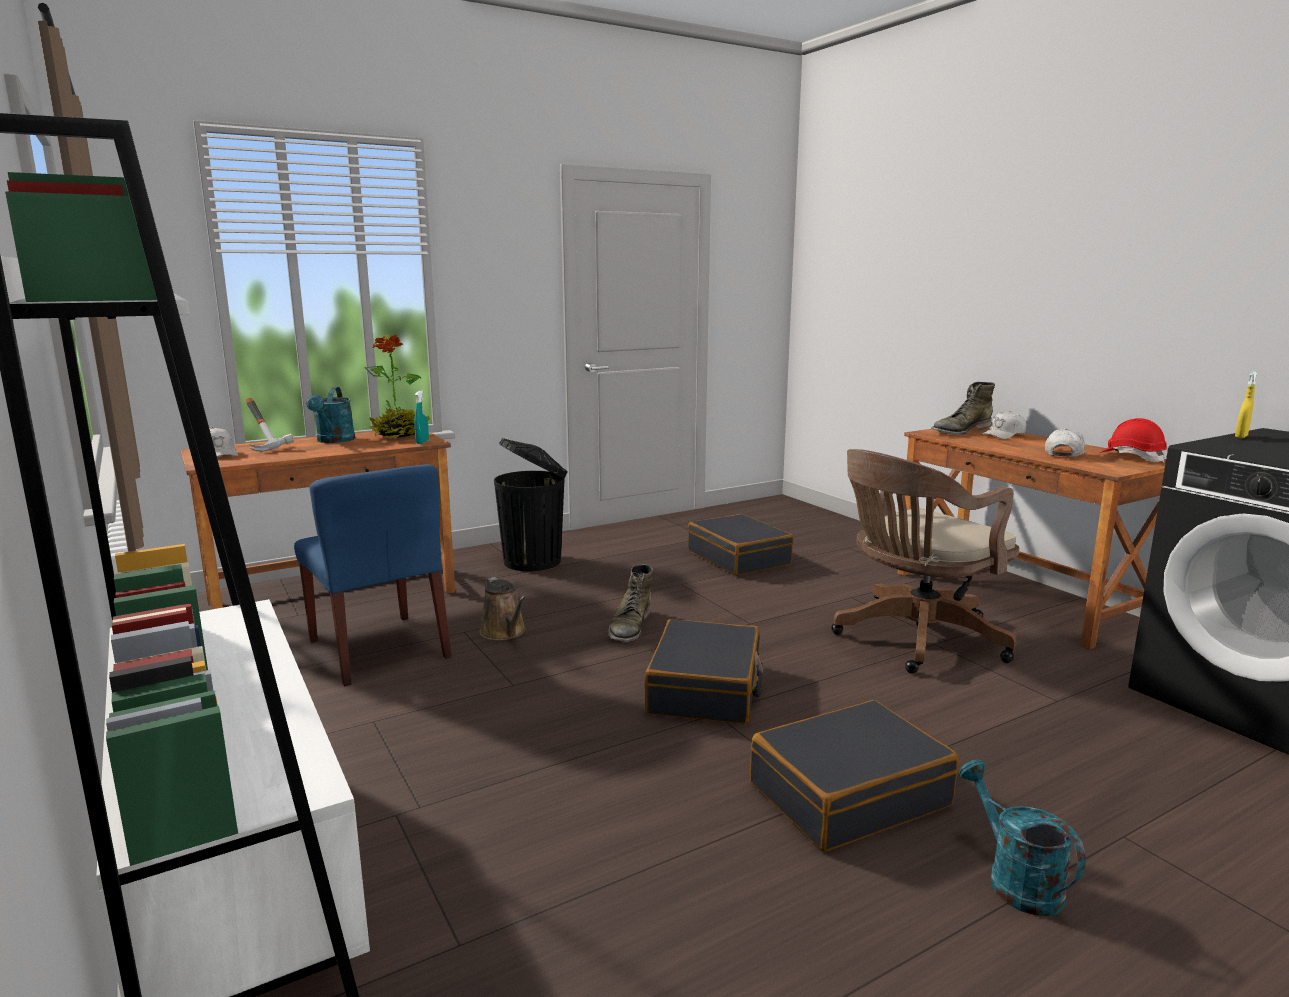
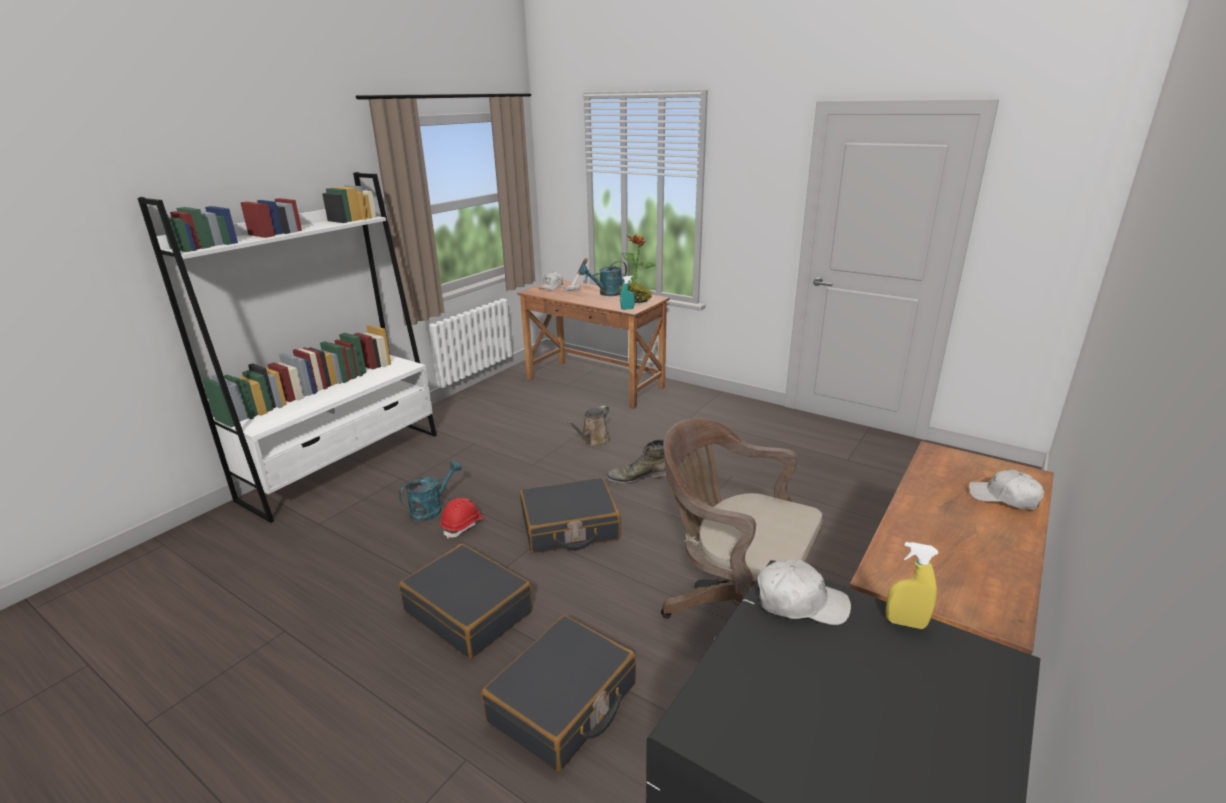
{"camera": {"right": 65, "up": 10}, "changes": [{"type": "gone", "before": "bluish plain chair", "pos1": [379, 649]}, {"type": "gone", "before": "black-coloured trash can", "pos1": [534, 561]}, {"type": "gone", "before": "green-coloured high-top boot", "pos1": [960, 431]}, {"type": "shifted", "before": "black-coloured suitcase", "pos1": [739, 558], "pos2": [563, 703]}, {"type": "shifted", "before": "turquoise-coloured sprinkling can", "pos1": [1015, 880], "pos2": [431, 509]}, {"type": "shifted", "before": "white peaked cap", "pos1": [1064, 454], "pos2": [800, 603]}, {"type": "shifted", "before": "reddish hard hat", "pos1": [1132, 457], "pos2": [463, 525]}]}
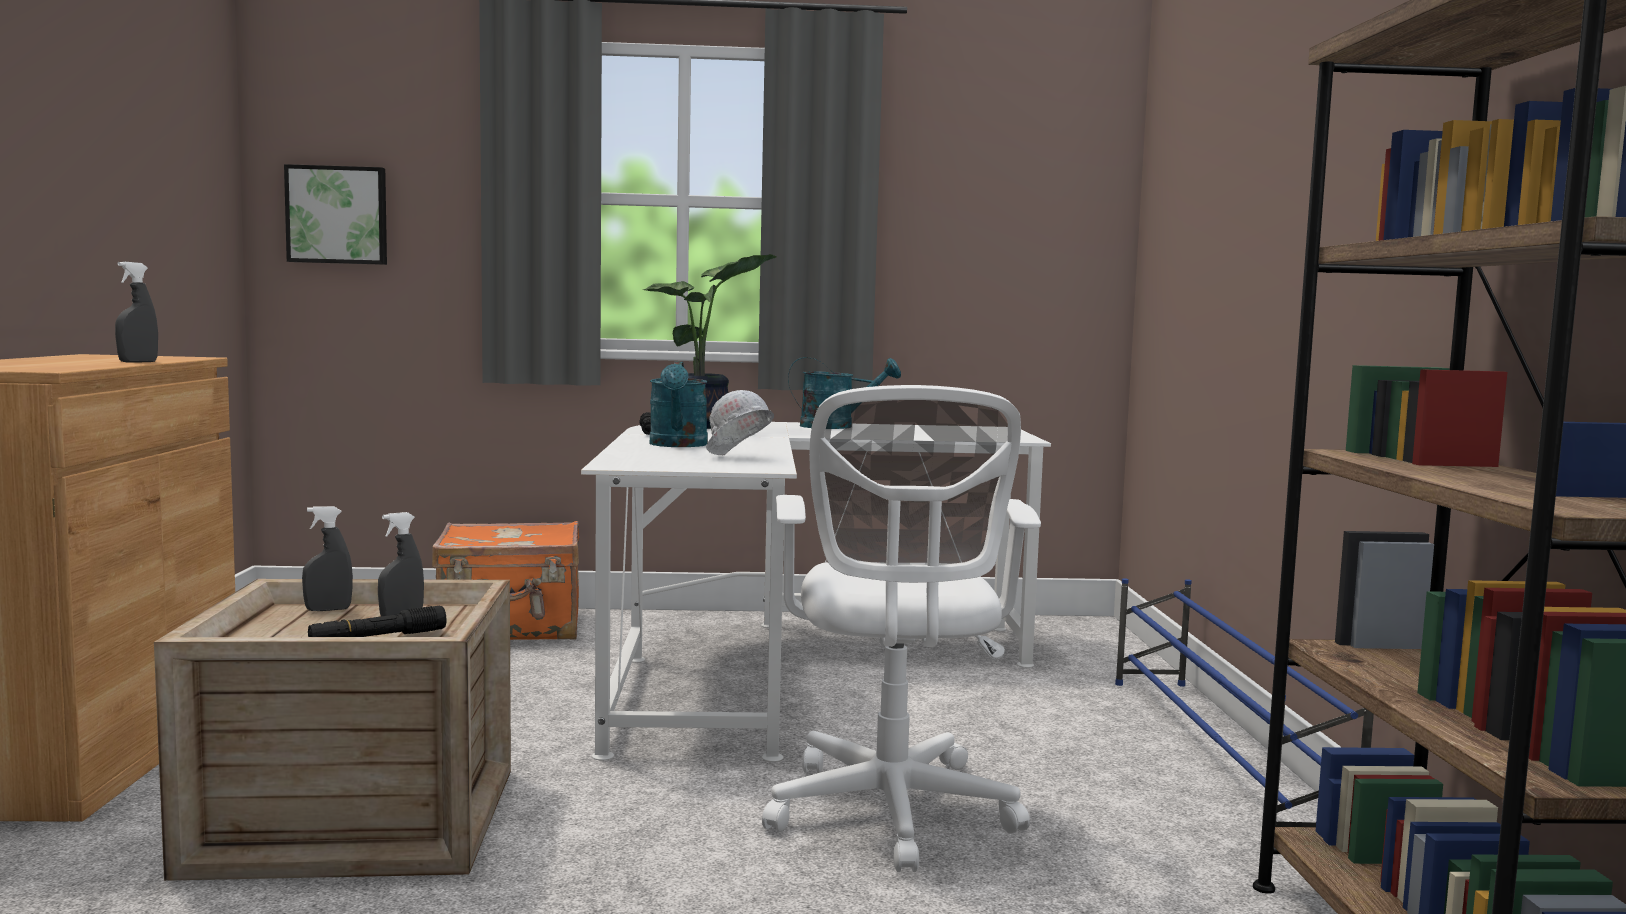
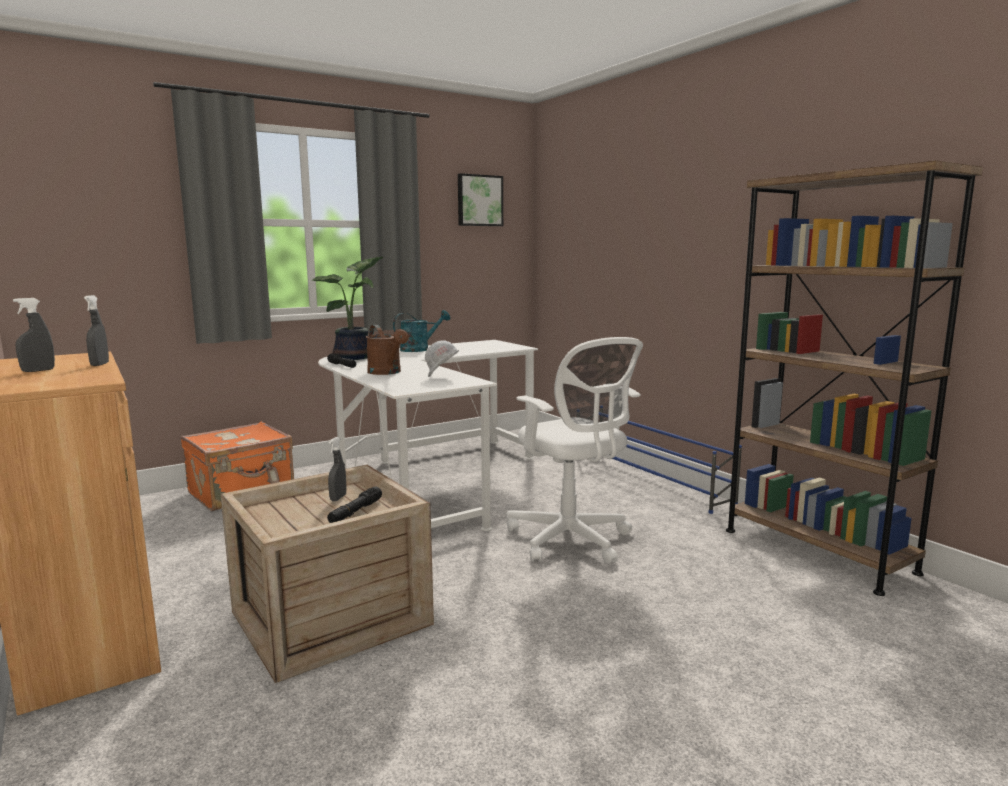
{"camera": {"right": -30, "up": 5}, "changes": [{"type": "shifted", "before": "wall picture", "pos1": [338, 215], "pos2": [479, 200]}, {"type": "shifted", "before": "greyish sprayer", "pos1": [328, 609], "pos2": [38, 370]}, {"type": "repainted", "before": "turquoise-coloured sprinkling can", "after": "brown sprinkling can", "pos1": [678, 445], "pos2": [387, 372]}]}
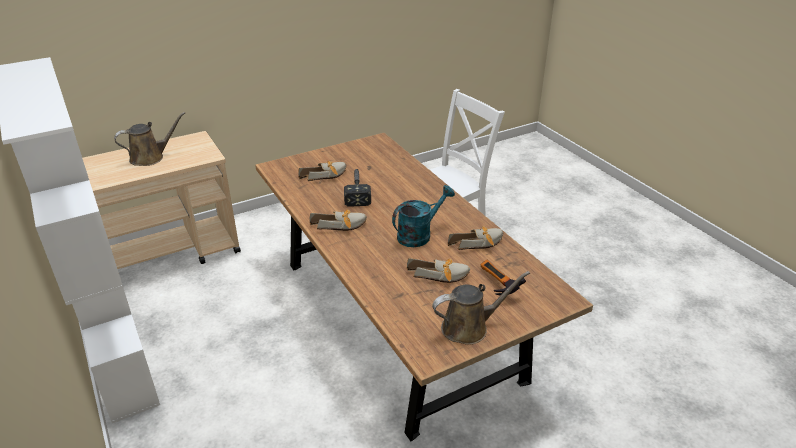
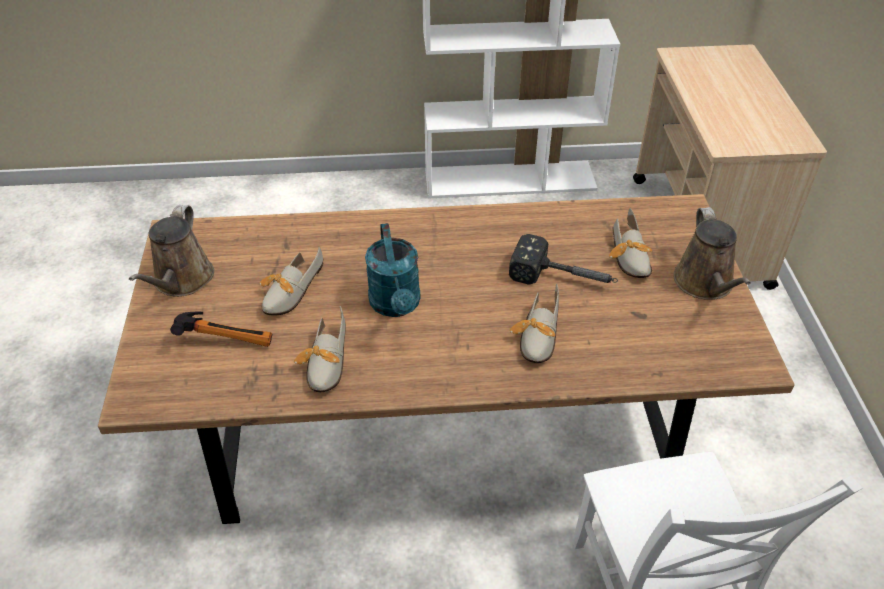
{"camera": {"right": 115, "up": 10}, "changes": [{"type": "shifted", "before": "brown sprinkling can", "pos1": [150, 157], "pos2": [705, 284]}, {"type": "shifted", "before": "low shoe", "pos1": [342, 226], "pos2": [538, 337]}]}
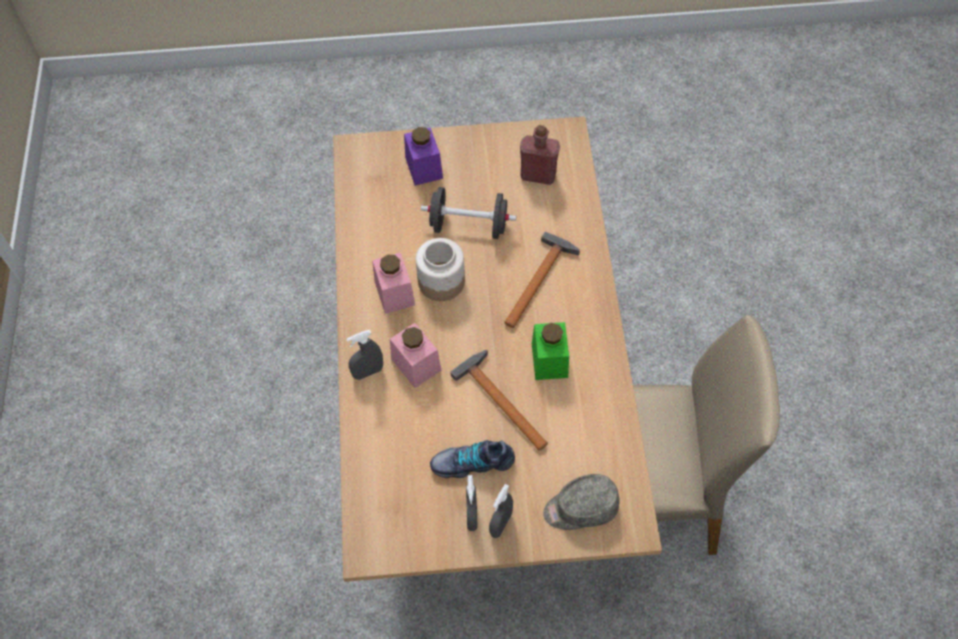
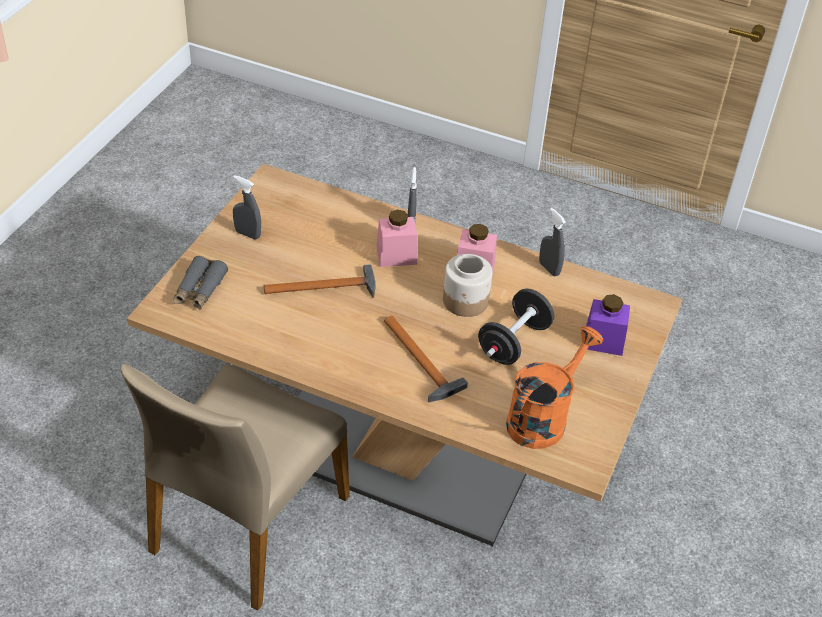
{"camera": {"right": 115, "up": -15}, "changes": [{"type": "gone", "before": "low shoe", "pos1": [472, 462]}, {"type": "gone", "before": "green-coloured jar", "pos1": [549, 360]}, {"type": "shifted", "before": "greyish sprayer", "pos1": [501, 524], "pos2": [549, 268]}, {"type": "swapped", "before": "reddish drink bottle", "after": "orangey sprinkling can", "pos1": [538, 175], "pos2": [543, 417]}, {"type": "swapped", "before": "greyish peaked cap", "after": "greyish field glasses", "pos1": [580, 508], "pos2": [199, 290]}]}
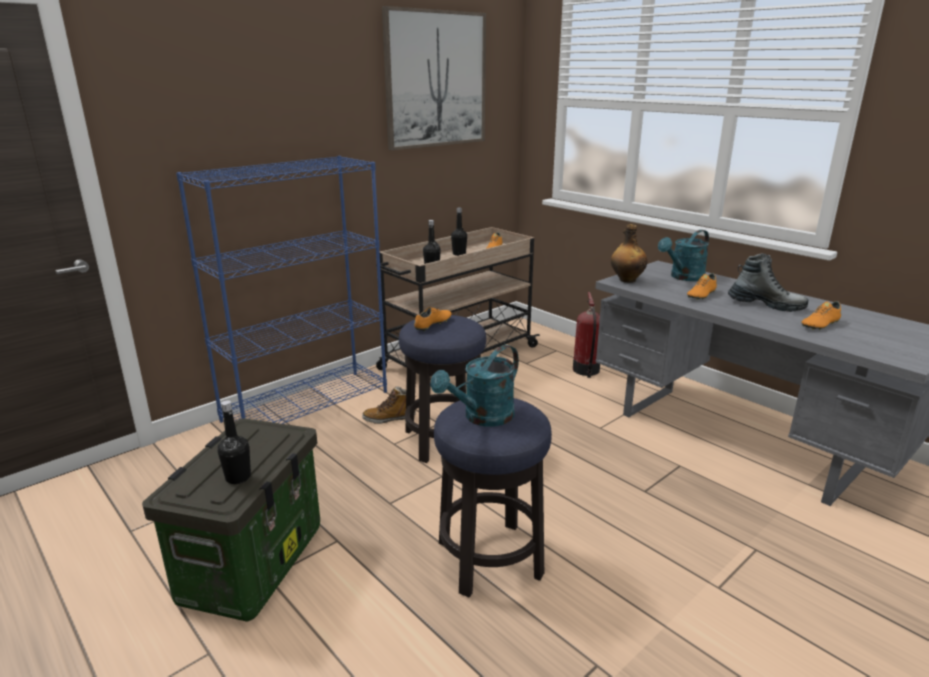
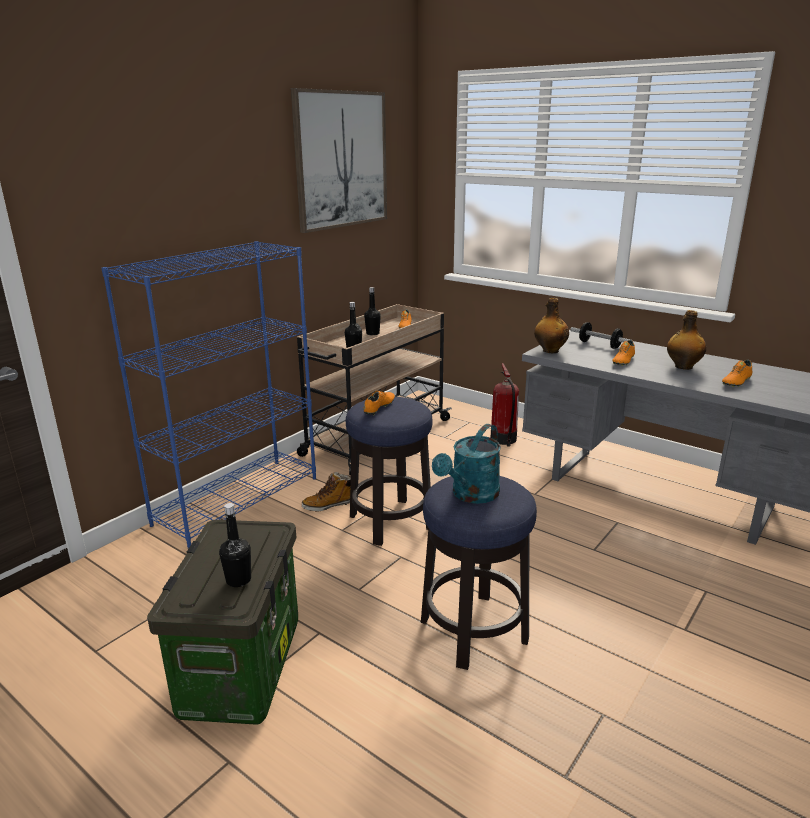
{"camera": {"right": -10, "up": 0}, "changes": [{"type": "swapped", "before": "turquoise-coloured sprinkling can", "after": "hand weight", "pos1": [683, 277], "pos2": [599, 345]}, {"type": "swapped", "before": "high-top boot", "after": "drink bottle", "pos1": [765, 305], "pos2": [683, 367]}]}
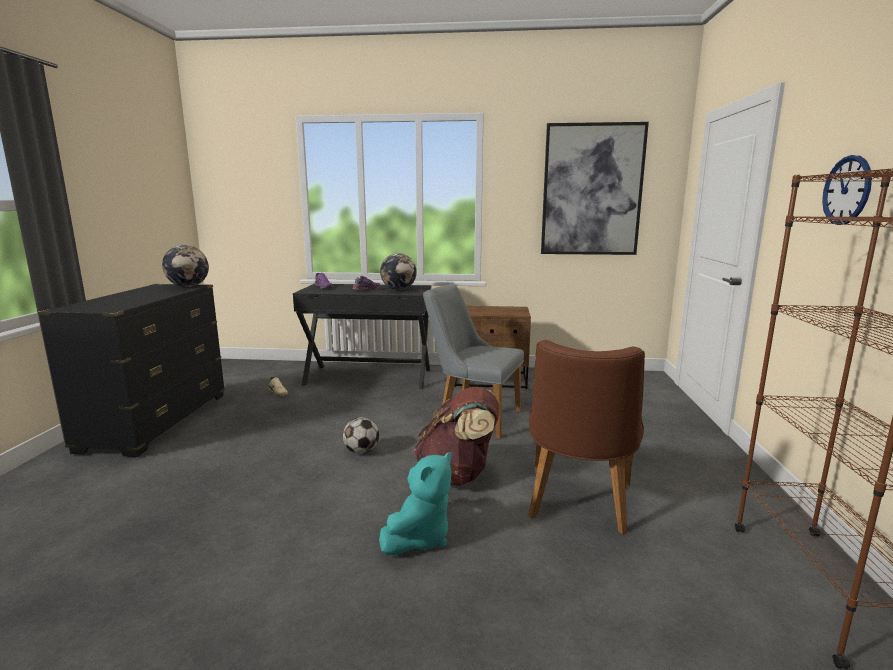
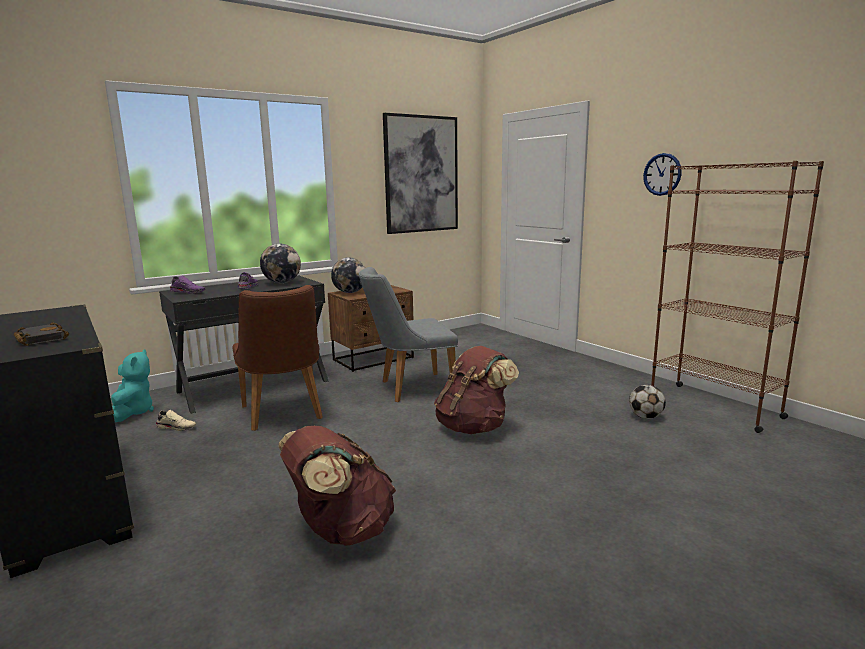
{"camera": {"right": -40, "up": 0}, "changes": [{"type": "new", "after": "black-coloured volume", "pos2": [39, 339]}, {"type": "new", "after": "brown knapsack", "pos2": [341, 531]}, {"type": "shifted", "before": "desk globe", "pos1": [188, 286], "pos2": [350, 292]}, {"type": "shifted", "before": "football", "pos1": [361, 451], "pos2": [645, 417]}, {"type": "shifted", "before": "turquoise-coloured cuddly toy", "pos1": [419, 538], "pos2": [132, 413]}, {"type": "shifted", "before": "brown plain chair", "pos1": [577, 506], "pos2": [284, 415]}]}
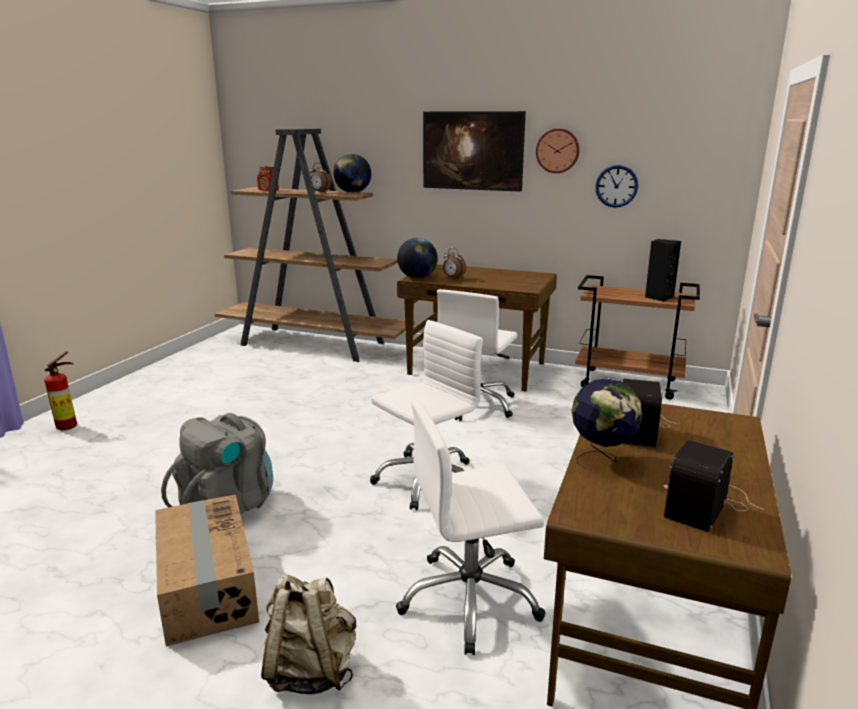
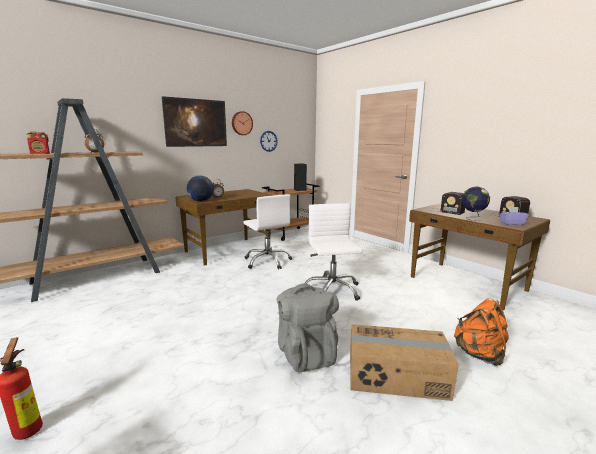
{"camera": {"right": -60, "up": -5}, "changes": [{"type": "gone", "before": "desk globe", "pos1": [352, 192]}, {"type": "gone", "before": "white computer chair", "pos1": [469, 600]}, {"type": "new", "after": "purple tissue box", "pos2": [511, 223]}, {"type": "repainted", "before": "beige knapsack", "after": "orangey knapsack", "pos1": [310, 670], "pos2": [479, 354]}]}
